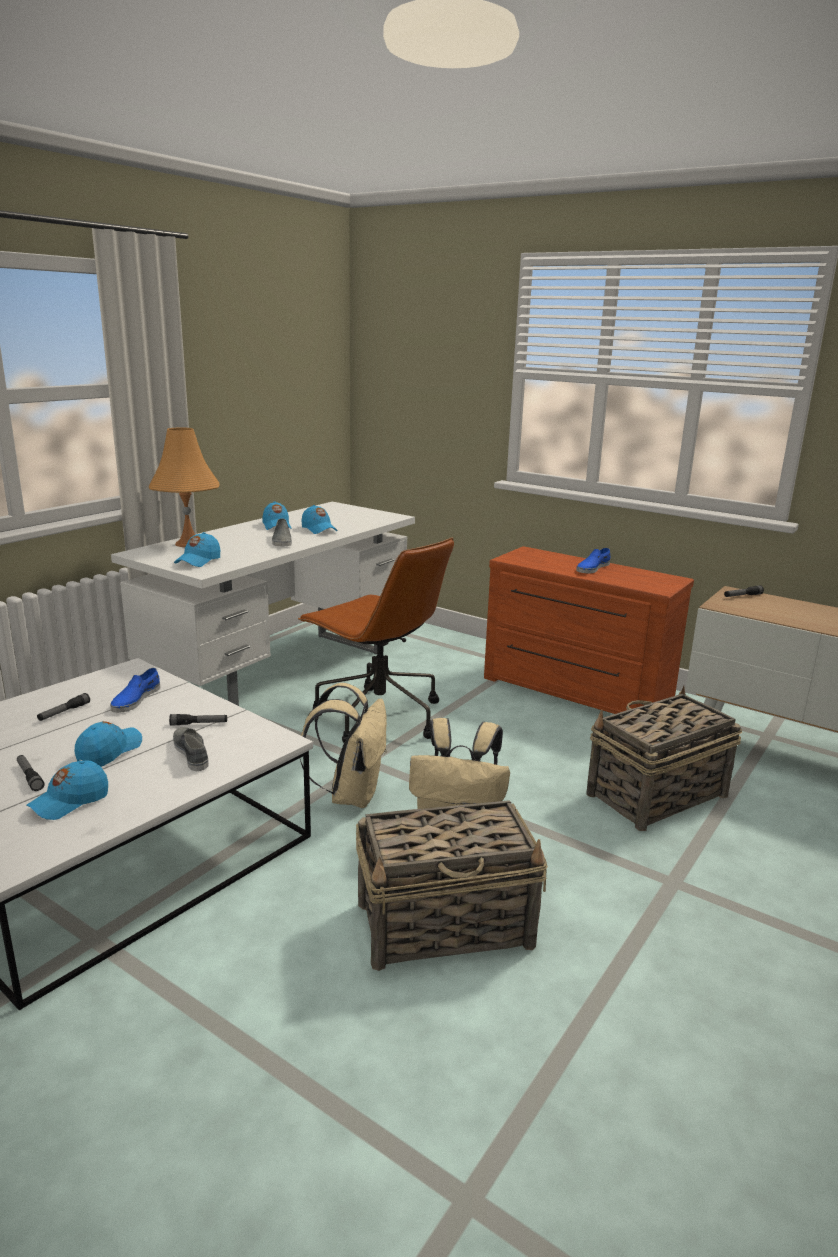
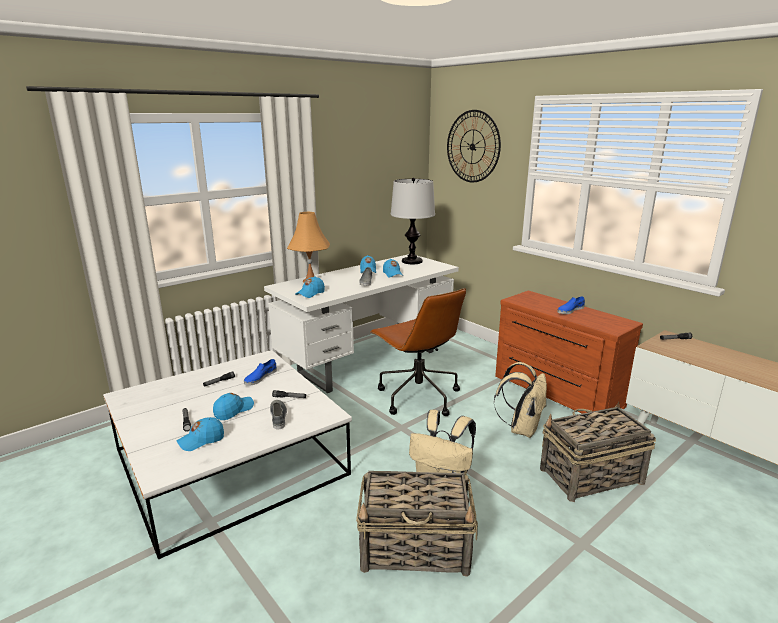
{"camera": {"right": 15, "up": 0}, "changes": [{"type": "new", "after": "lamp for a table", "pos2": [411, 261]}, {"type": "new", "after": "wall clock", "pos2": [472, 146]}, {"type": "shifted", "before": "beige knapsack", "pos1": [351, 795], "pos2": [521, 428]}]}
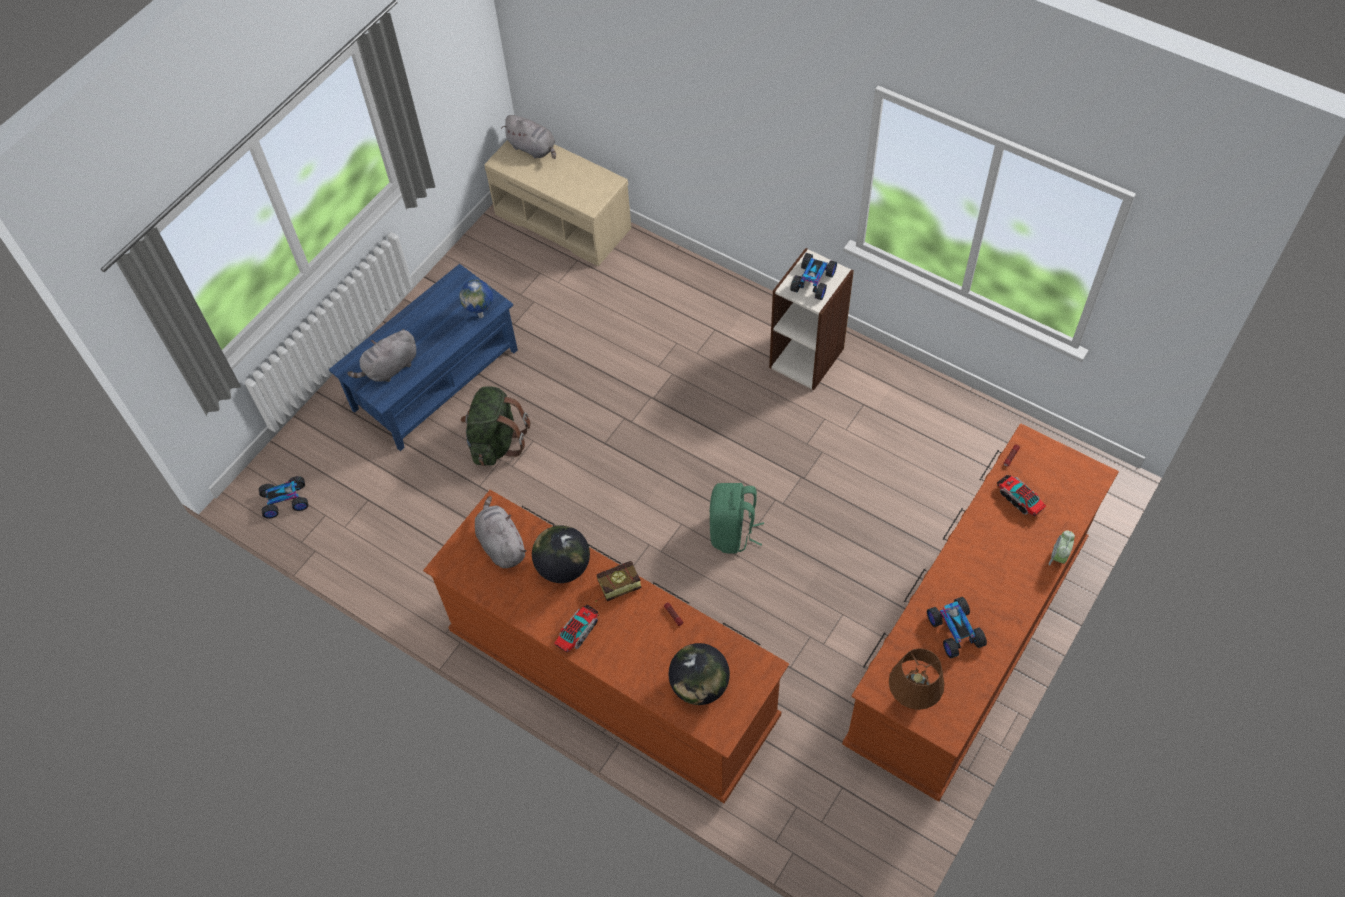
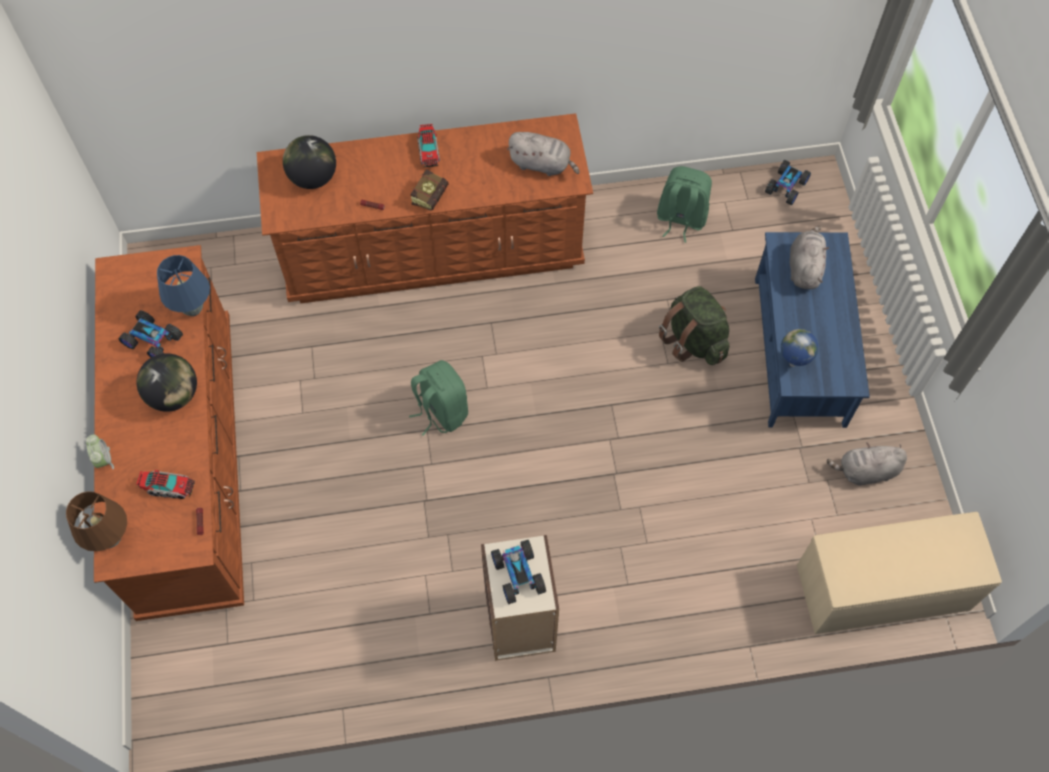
{"camera": {"right": 135, "up": 5}, "changes": [{"type": "new", "after": "bluish lamp for a table", "pos2": [194, 309]}, {"type": "new", "after": "green-coloured knapsack", "pos2": [680, 219]}, {"type": "shifted", "before": "greyish cuddly toy", "pos1": [533, 148], "pos2": [865, 471]}, {"type": "shifted", "before": "desk globe", "pos1": [563, 567], "pos2": [174, 395]}, {"type": "shifted", "before": "brown lamp for a table", "pos1": [911, 698], "pos2": [112, 538]}]}
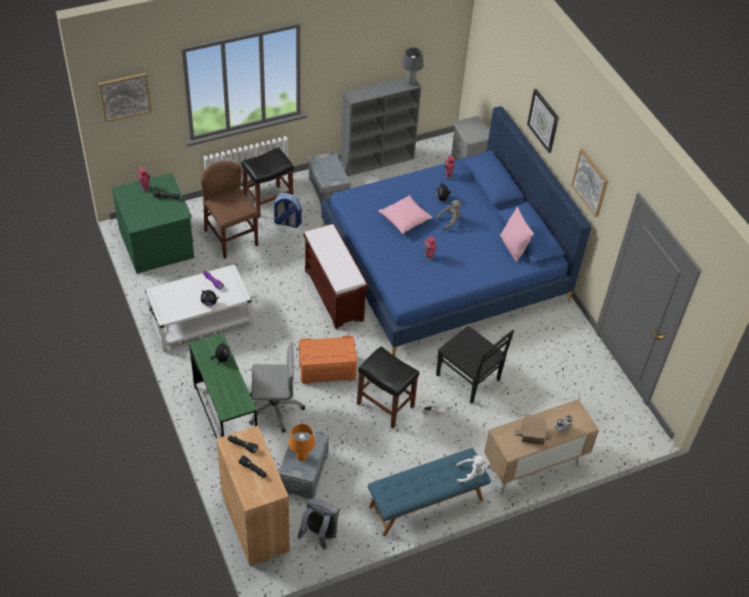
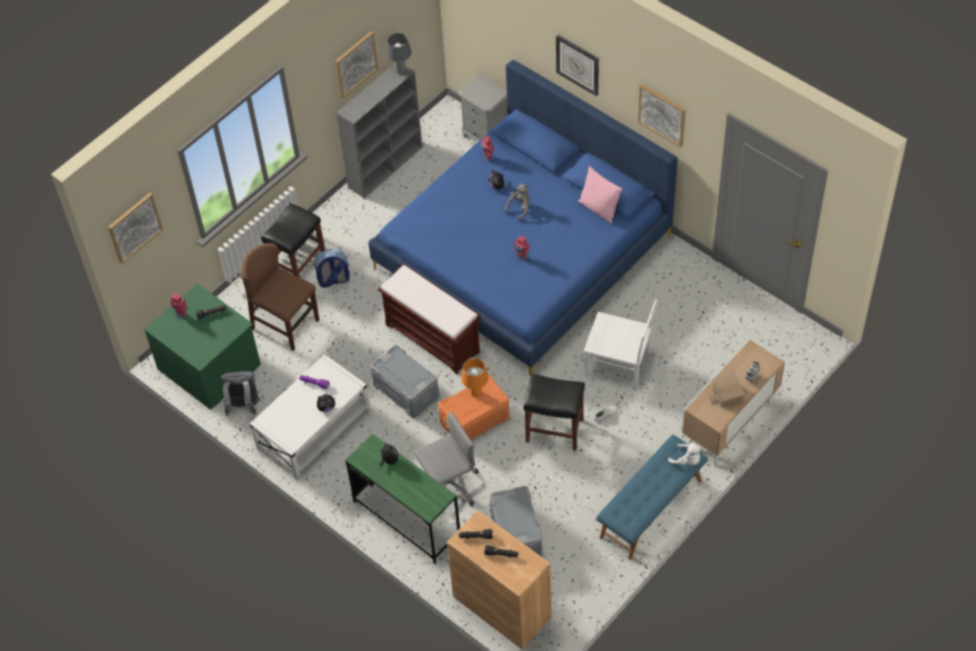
{"camera": {"right": -20, "up": 5}, "changes": [{"type": "gone", "before": "pink cushion", "pos1": [405, 219]}, {"type": "new", "after": "wall picture", "pos2": [355, 64]}, {"type": "shifted", "before": "orangey lamp for a table", "pos1": [301, 457], "pos2": [476, 392]}, {"type": "shifted", "before": "greyish knapsack", "pos1": [319, 535], "pos2": [243, 406]}, {"type": "shifted", "before": "greyish storage bin", "pos1": [329, 189], "pos2": [406, 390]}, {"type": "repainted", "before": "black-coloured plain chair", "after": "white plain chair", "pos1": [469, 378], "pos2": [619, 364]}, {"type": "rotated", "before": "white cuddly toy", "pos1": [471, 474], "pos2": [687, 460], "turn": 60}]}
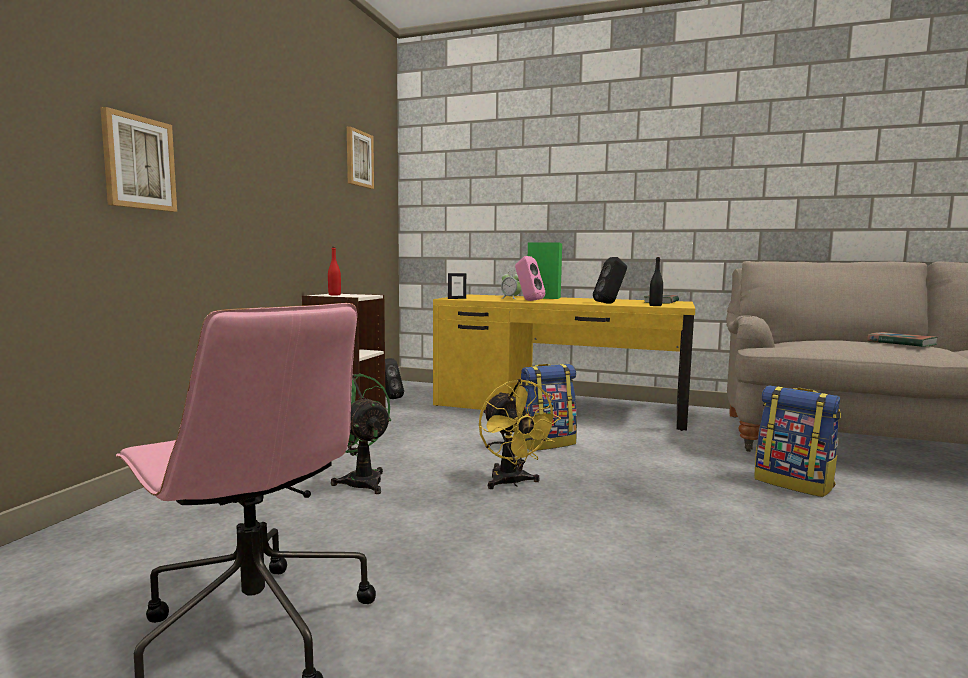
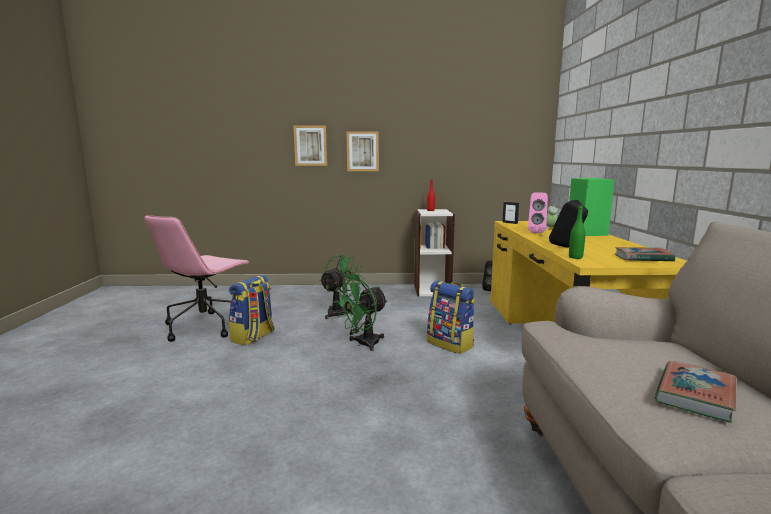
{"camera": {"right": 70, "up": 5}, "changes": [{"type": "shifted", "before": "wall picture", "pos1": [359, 159], "pos2": [362, 151]}, {"type": "shifted", "before": "knapsack", "pos1": [794, 483], "pos2": [253, 337]}, {"type": "repainted", "before": "yellow-coloured cooling fan", "after": "green-coloured cooling fan", "pos1": [512, 483], "pos2": [363, 344]}, {"type": "repainted", "before": "black-coloured drink bottle", "after": "green-coloured drink bottle", "pos1": [655, 305], "pos2": [575, 257]}]}
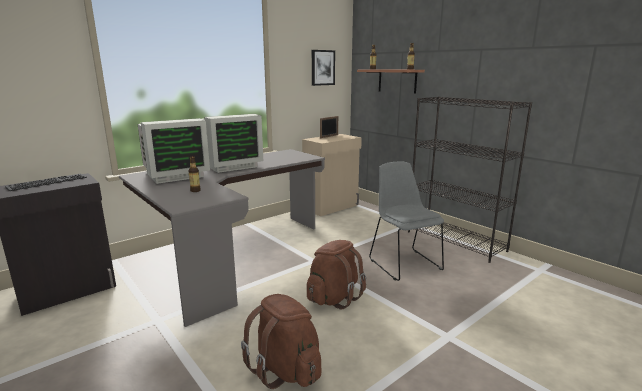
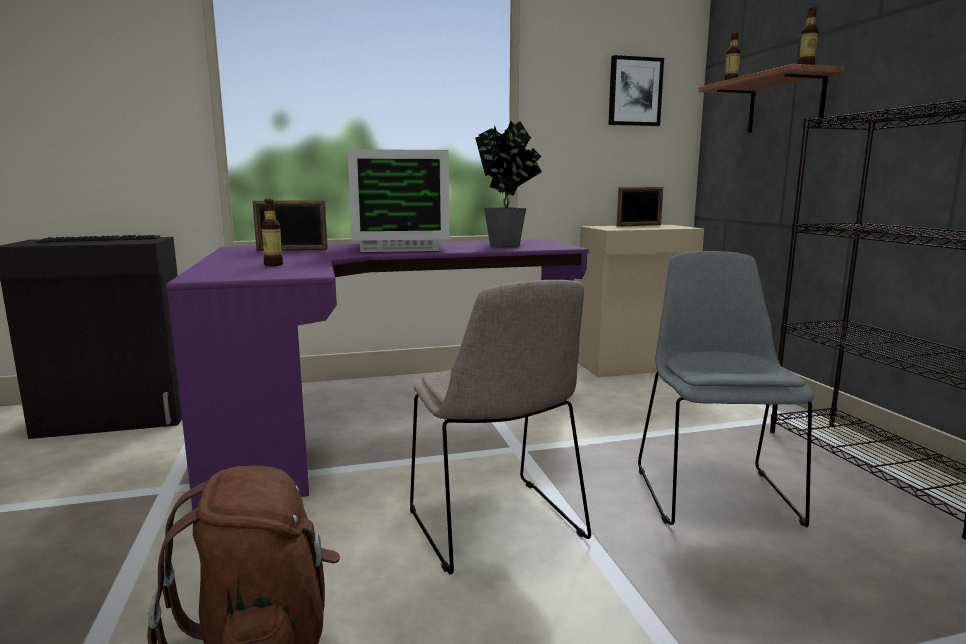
{"camera": {"right": 25, "up": -5}, "changes": [{"type": "new", "after": "houseplant", "pos2": [510, 245]}, {"type": "swapped", "before": "computer screen", "after": "picture frame", "pos1": [174, 175], "pos2": [292, 250]}, {"type": "swapped", "before": "brown knapsack", "after": "beige plain chair", "pos1": [334, 298], "pos2": [496, 527]}, {"type": "repainted", "before": "greyish desk unit", "after": "purple desk unit", "pos1": [231, 256], "pos2": [381, 415]}]}
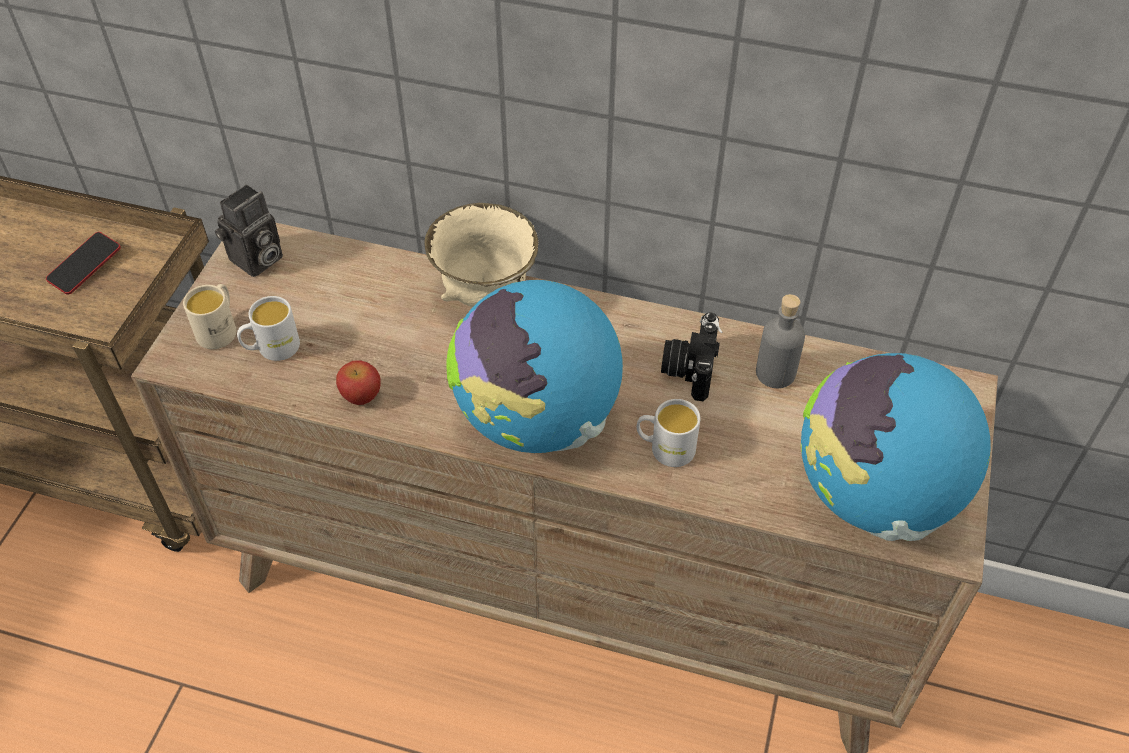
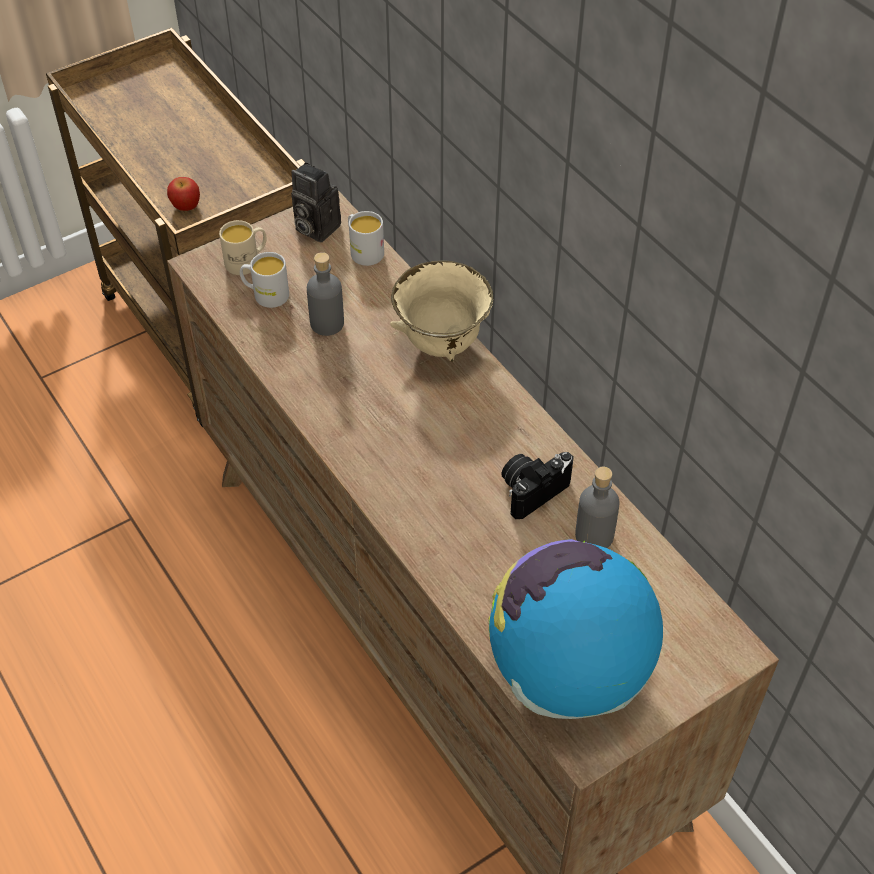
{"camera": {"right": 40, "up": 0}, "changes": [{"type": "gone", "before": "phone", "pos1": [85, 267]}, {"type": "gone", "before": "desk globe", "pos1": [536, 419]}, {"type": "new", "after": "greyish drink bottle", "pos2": [327, 323]}, {"type": "shifted", "before": "apple fruit", "pos1": [361, 396], "pos2": [185, 206]}, {"type": "shifted", "before": "white coffee mug", "pos1": [665, 448], "pos2": [363, 251]}, {"type": "rotated", "before": "still camera", "pos1": [256, 261], "pos2": [314, 228], "turn": 45}]}
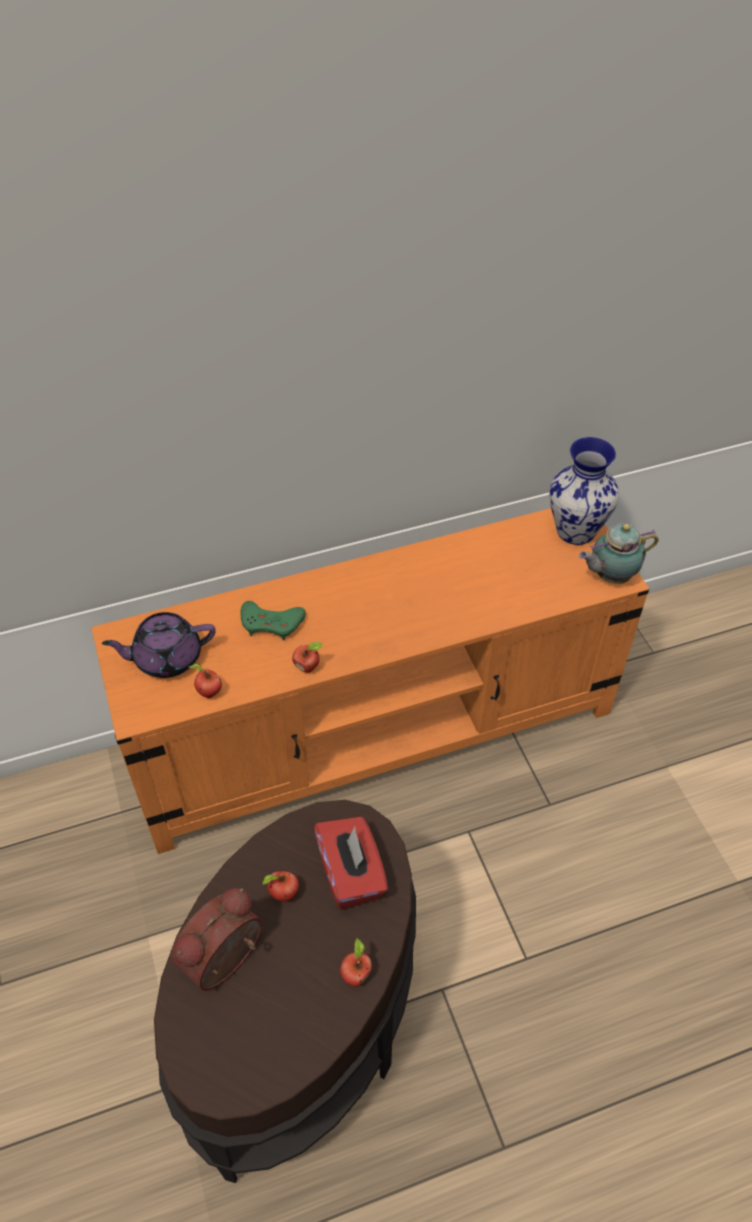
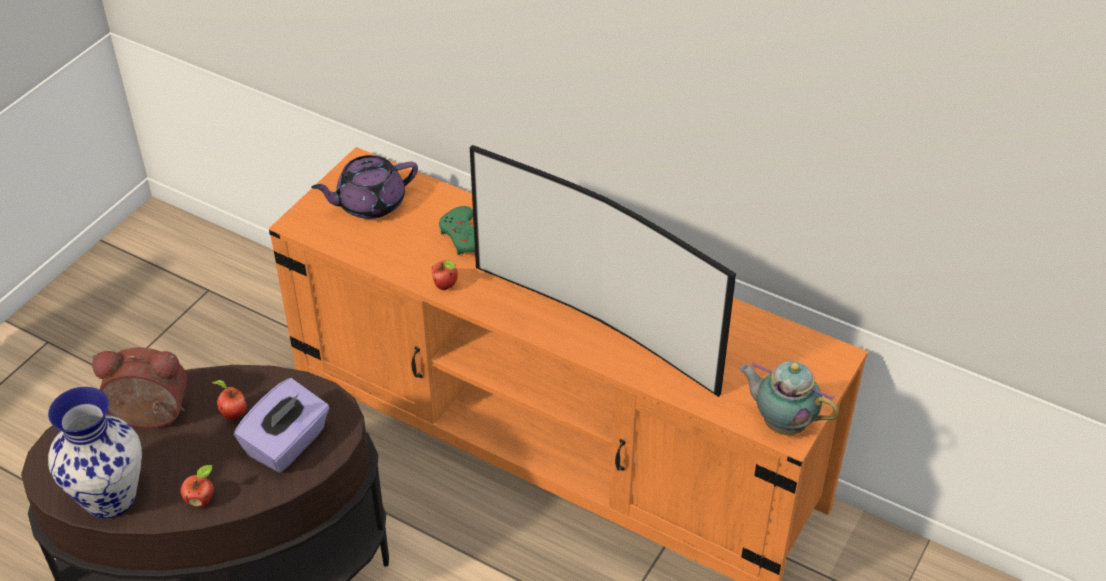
{"camera": {"right": 50, "up": -5}, "changes": [{"type": "gone", "before": "apple fruit", "pos1": [208, 692]}, {"type": "new", "after": "TV set", "pos2": [600, 321]}, {"type": "shifted", "before": "decorative vase", "pos1": [577, 531], "pos2": [111, 499]}, {"type": "repainted", "before": "reddish tissue box", "after": "purple tissue box", "pos1": [351, 874], "pos2": [287, 444]}, {"type": "rotated", "before": "purple tea pot", "pos1": [166, 657], "pos2": [369, 203], "turn": -60}]}
